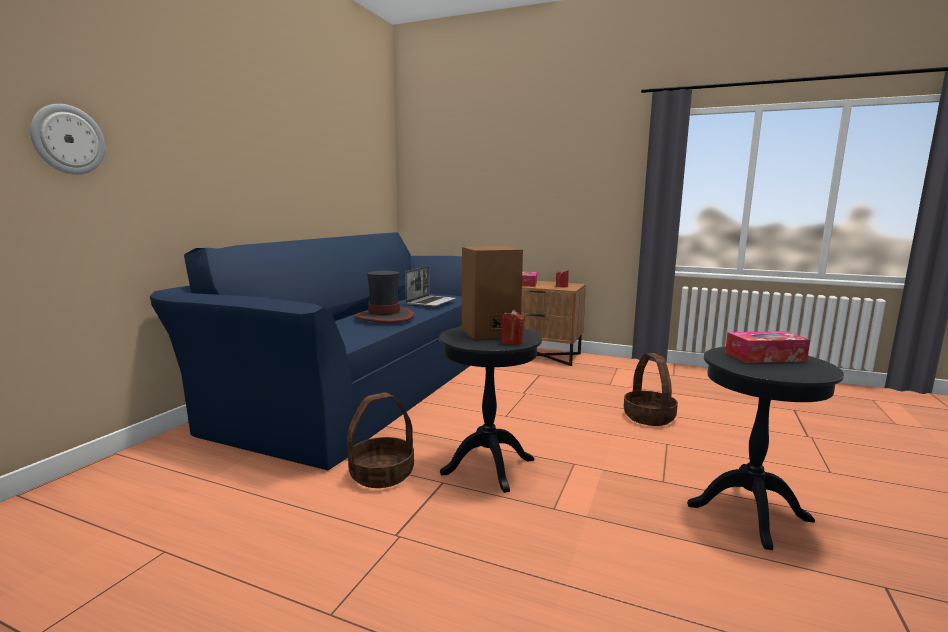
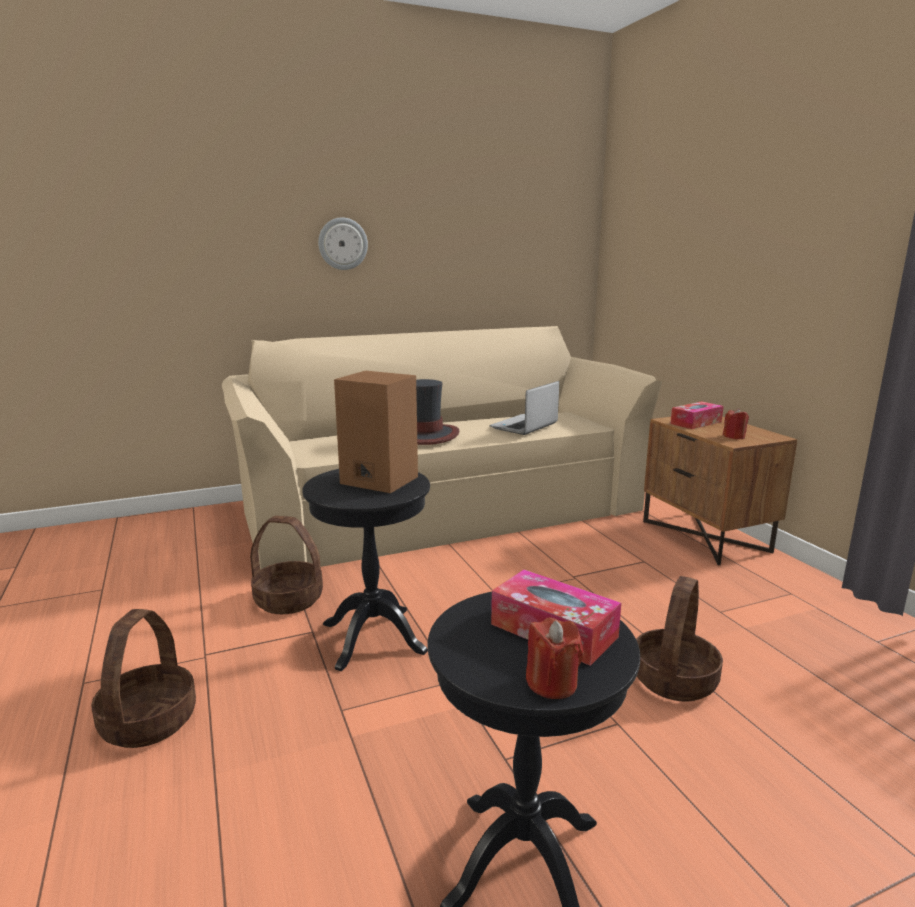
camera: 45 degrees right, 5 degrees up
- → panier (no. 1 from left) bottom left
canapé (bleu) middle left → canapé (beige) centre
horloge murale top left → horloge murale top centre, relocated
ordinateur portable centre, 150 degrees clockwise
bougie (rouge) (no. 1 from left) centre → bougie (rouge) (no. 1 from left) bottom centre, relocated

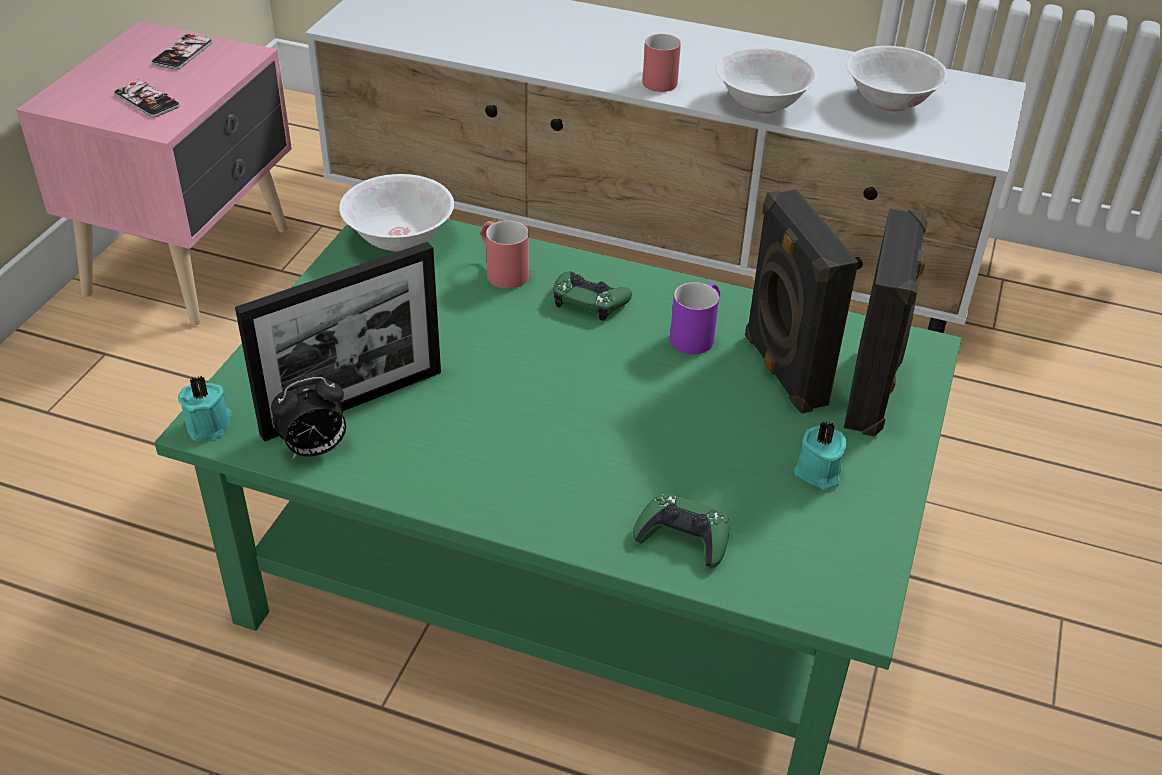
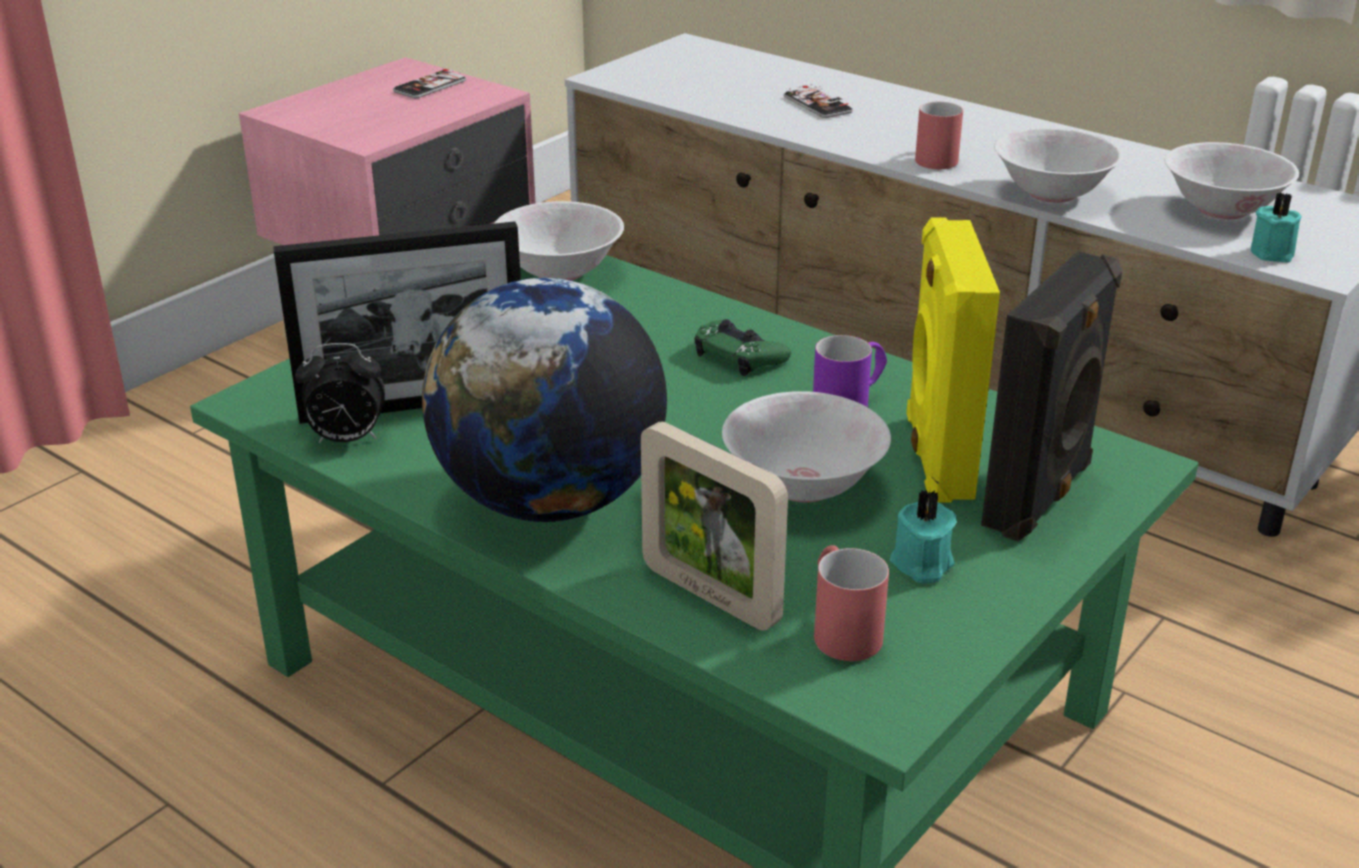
camera: 20 degrees right, 10 degrees down
- → globe centre
manette (vert) (no. 2 from left) bottom centre → cadre photo (no. 2 from left) centre
- → bol (blanc) (no. 2 from left) centre
téléphone (no. 1 from left in the first image) top left → téléphone (no. 2 from left) top centre, relocated
mug (rouge) (no. 1 from left) top centre → mug (rouge) (no. 1 from left) bottom centre, relocated
enceinte (noir) (no. 1 from left) middle right → enceinte (jaune) middle right
bougie (turquoise) (no. 1 from left in the first image) middle left → bougie (turquoise) (no. 2 from left) top right, relocated

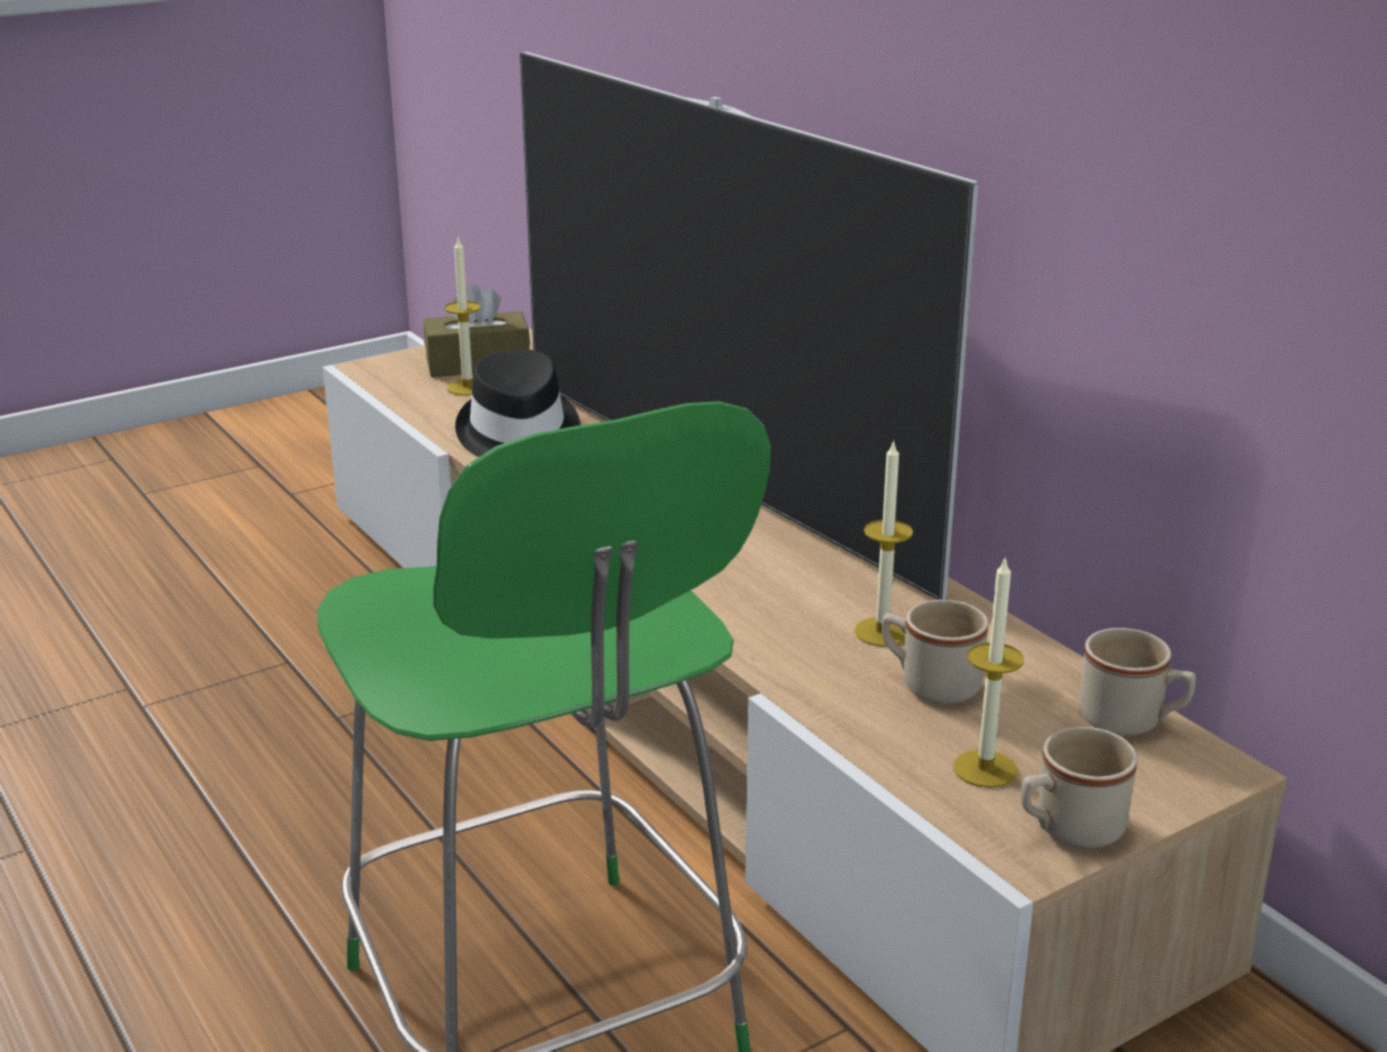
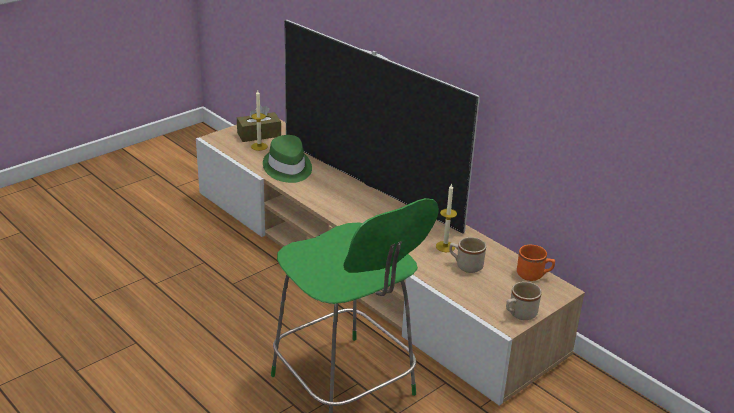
camera: 10 degrees left, 5 degrees up
chapeau (noir) centre → chapeau (vert) centre
mug (beige) (no. 3 from left) middle right → mug (orange) middle right
bougie (no. 3 from left) middle right → -

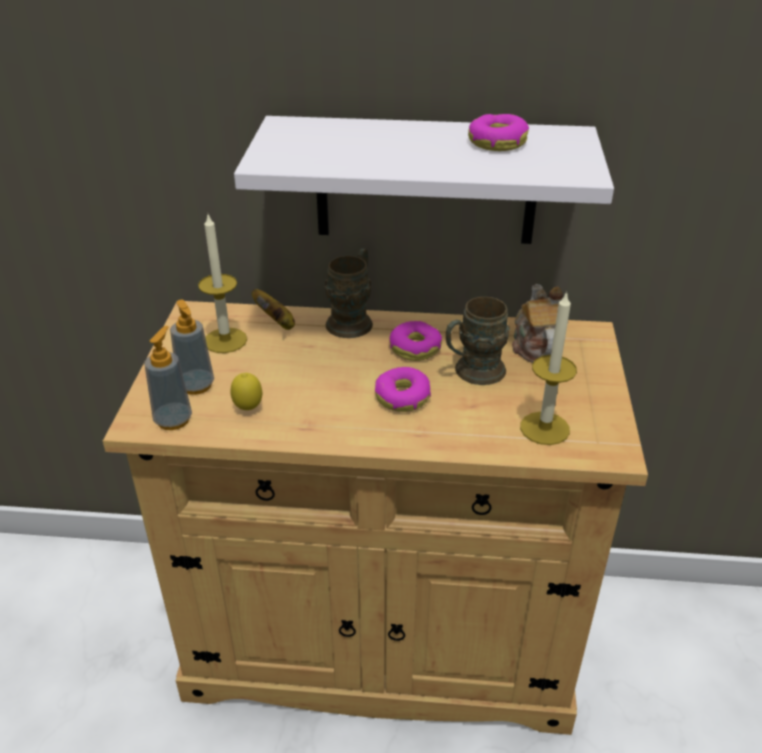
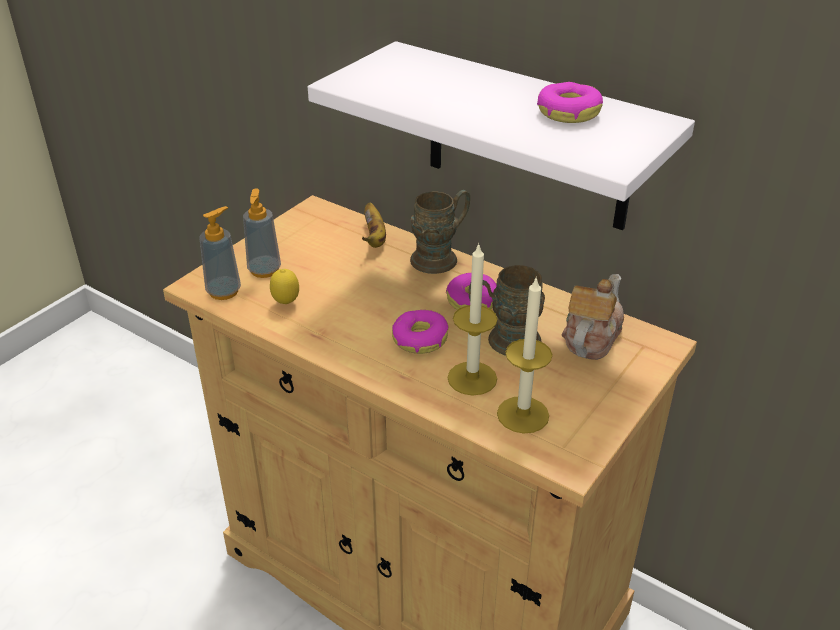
camera: 30 degrees right, 0 degrees up
bougie (no. 1 from left) middle left → bougie (no. 1 from left) centre, relocated

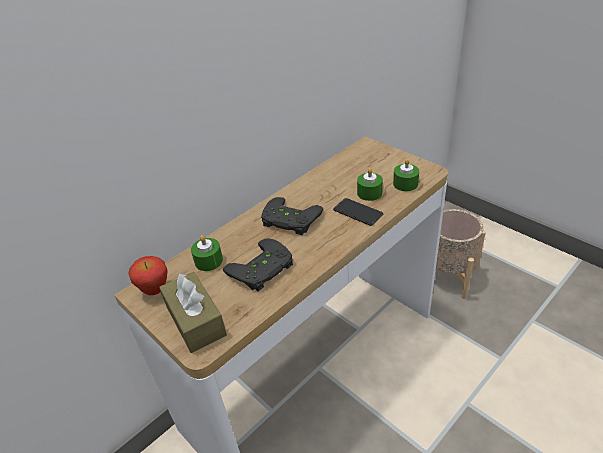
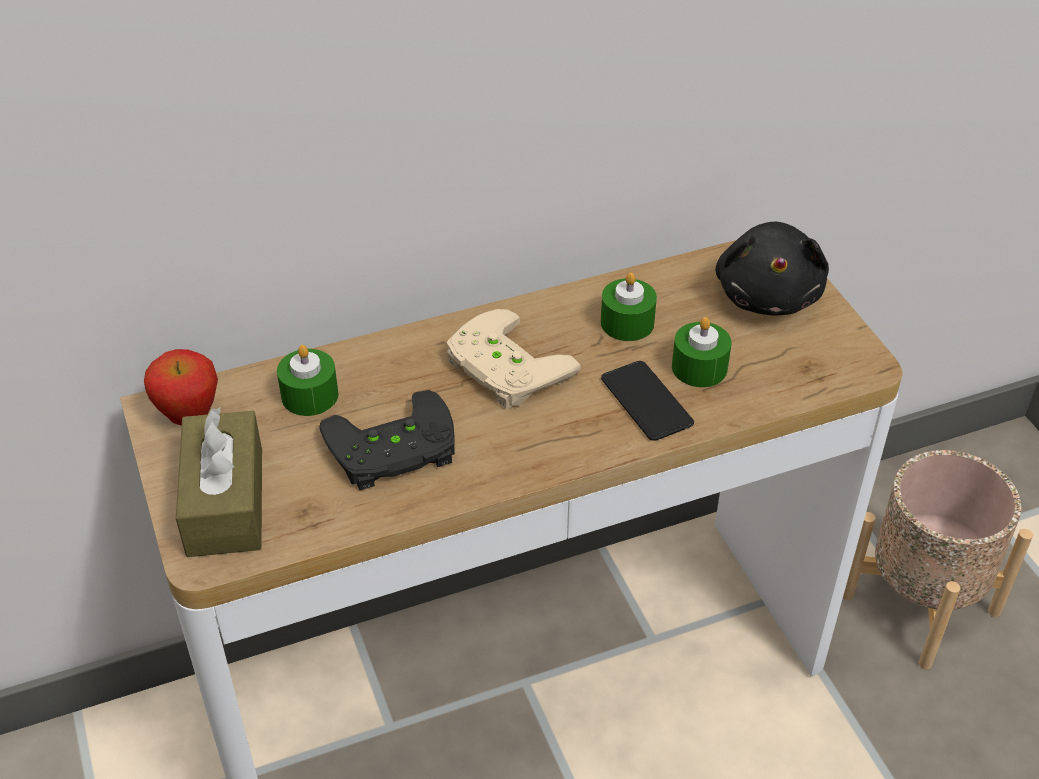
camera: 20 degrees right, 5 degrees up
manette (noir) (no. 2 from left) centre → manette (beige) centre
bougie (vert) (no. 3 from left in the first image) middle right → bougie (vert) (no. 2 from left) centre, relocated
- → peluche (noir) middle right

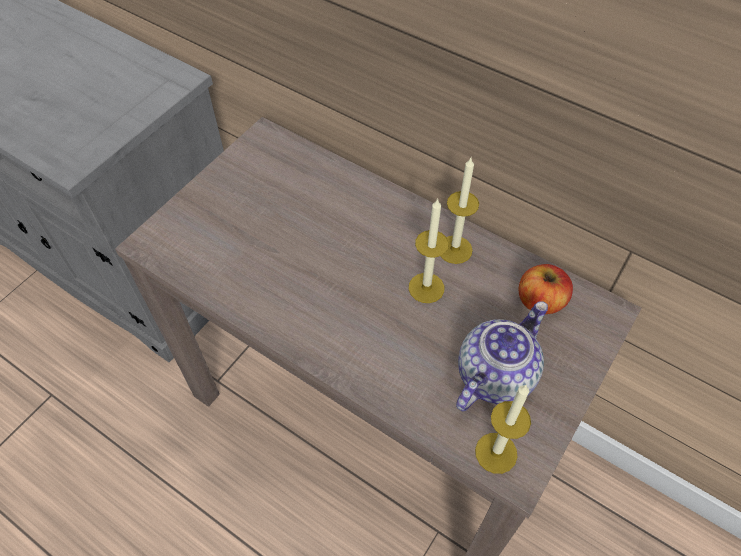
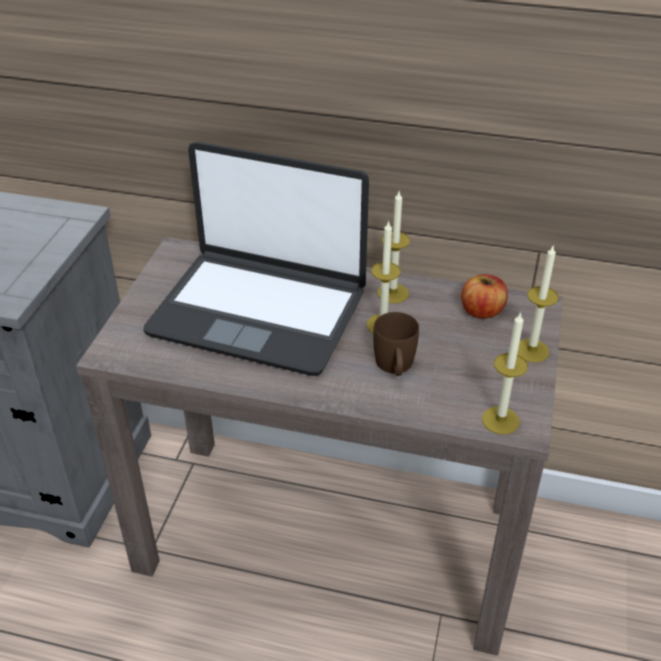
camera: 20 degrees left, 15 degrees down
- → ordinateur portable centre
- → mug (marron) centre
- → bougie (no. 4 from left) middle right
théière middle right → -

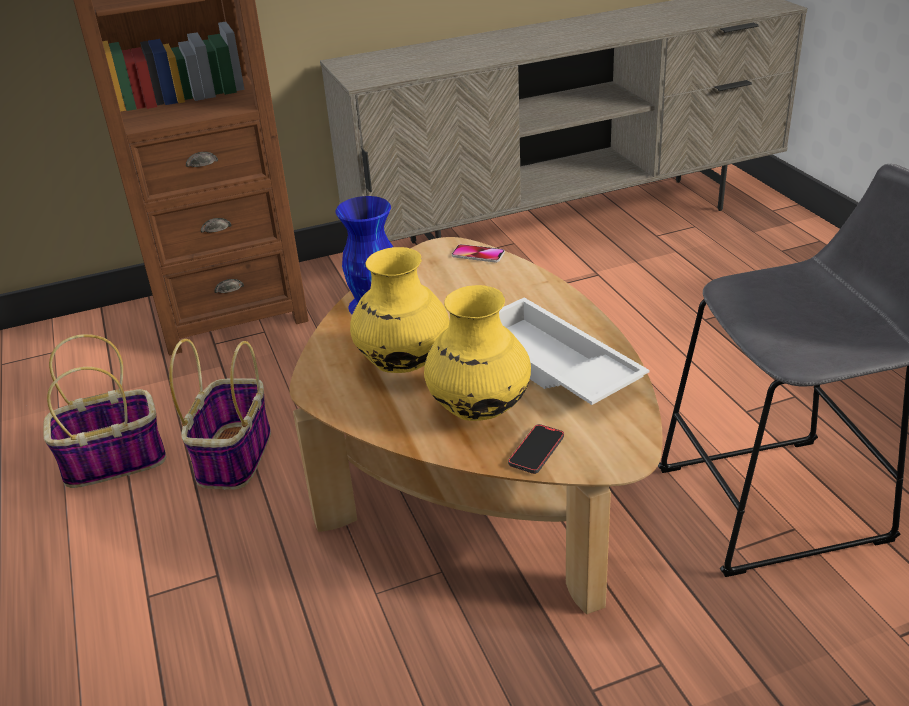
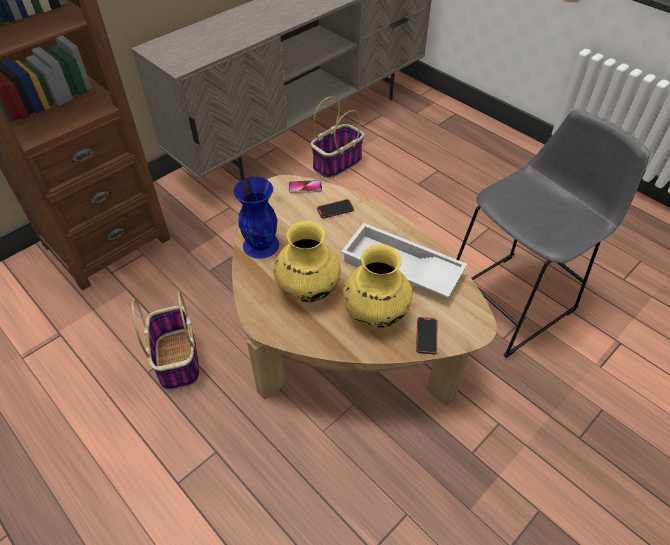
camera: 25 degrees left, 15 degrees up
panier (no. 1 from left in the first image) middle left → panier (no. 2 from left) top centre, relocated
- → téléphone (no. 2 from left) centre

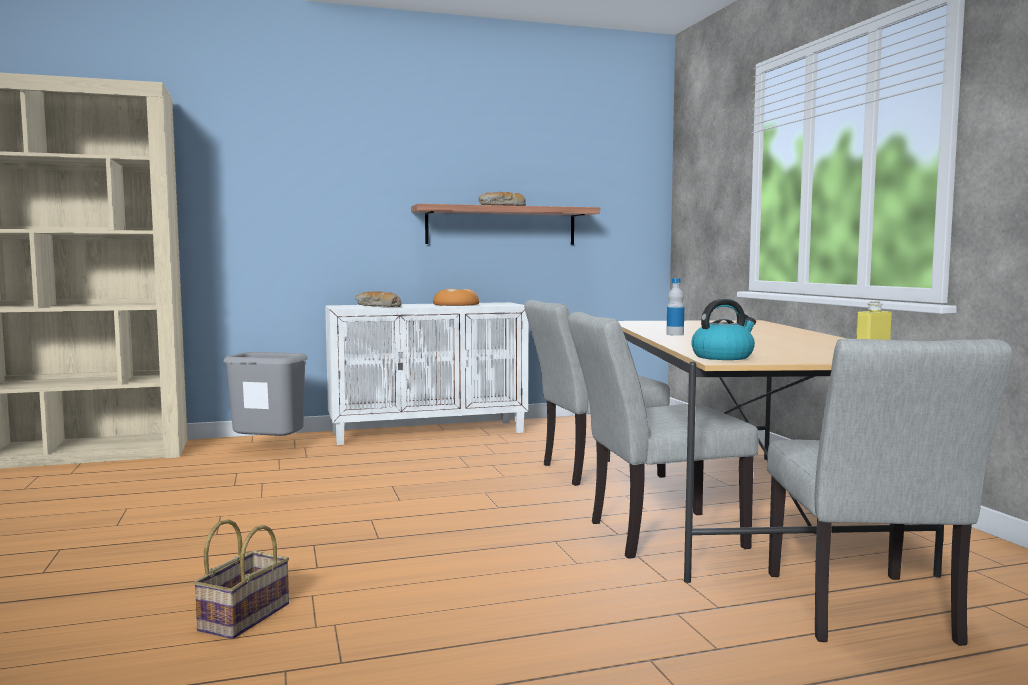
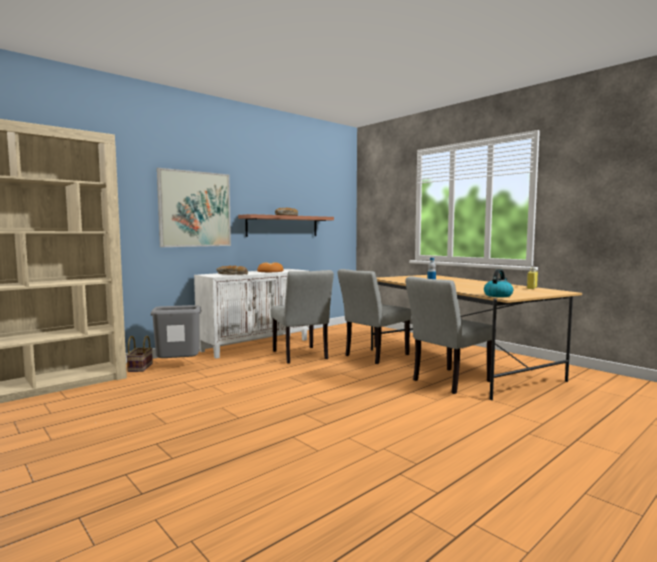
camera: 25 degrees left, 0 degrees up
panier bottom left → panier middle left, relocated
- → tableau middle left
chaise (gris) (no. 3 from left in the first image) bottom right → chaise (gris) (no. 1 from left) centre, relocated

